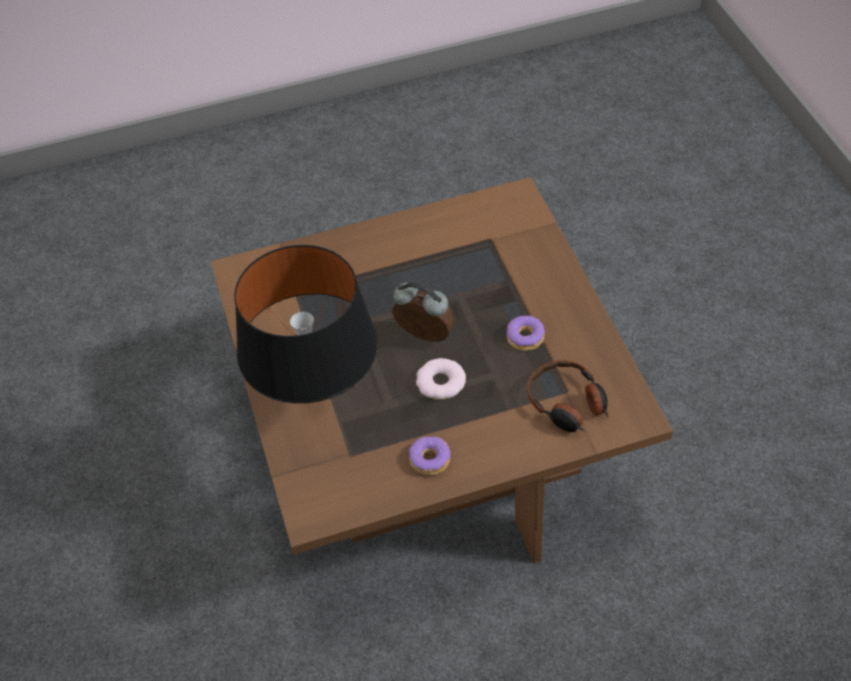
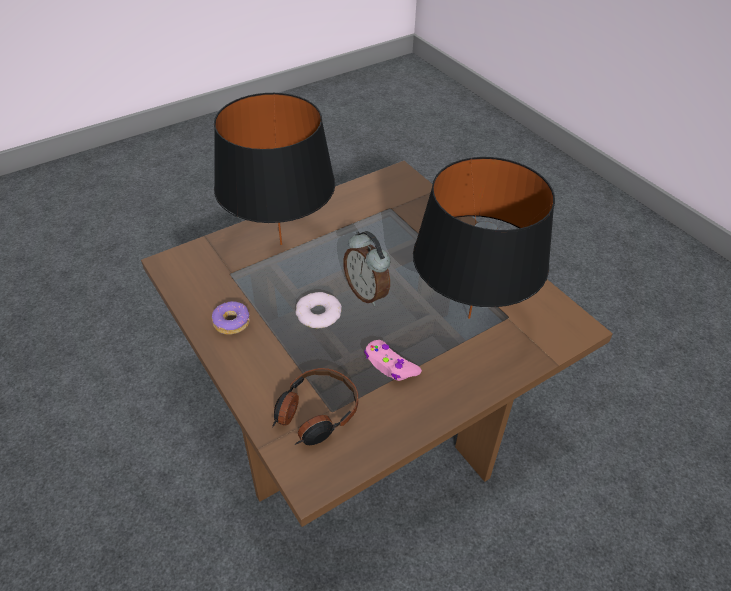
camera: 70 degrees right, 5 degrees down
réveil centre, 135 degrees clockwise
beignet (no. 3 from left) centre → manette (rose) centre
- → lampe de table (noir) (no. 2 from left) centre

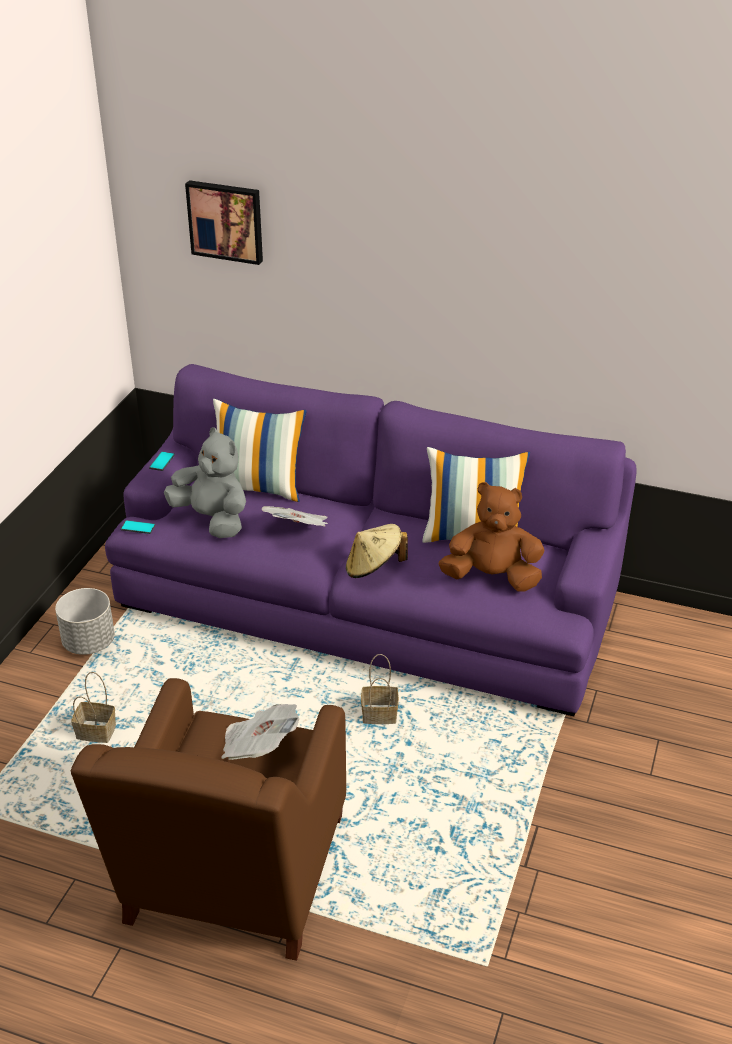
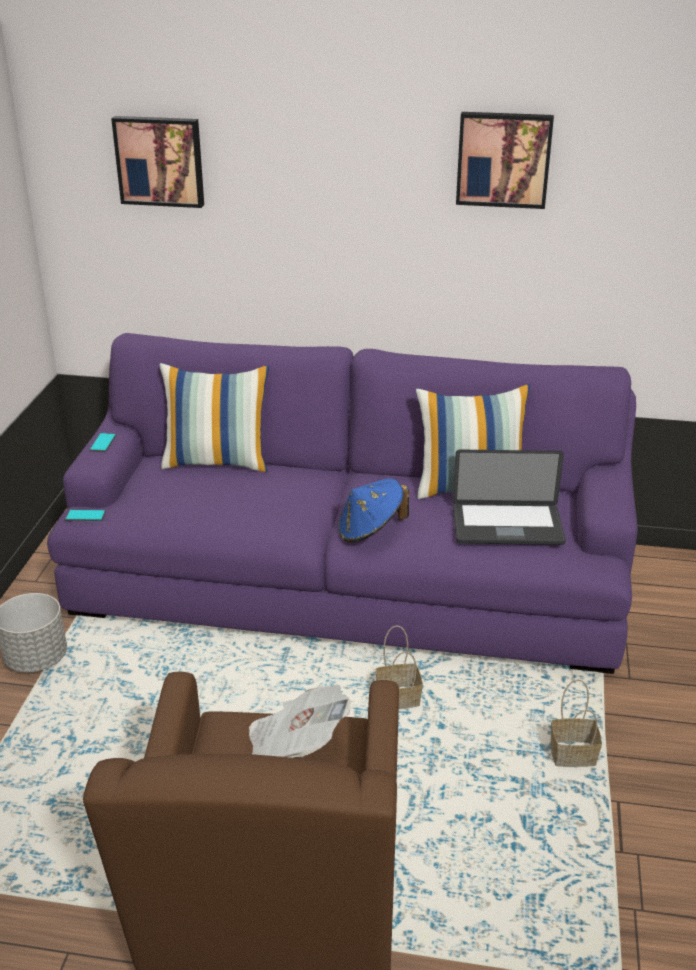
camera: 10 degrees left, 5 degrees down
chapeau (beige) centre → chapeau (bleu) centre
peluche (marron) middle right → ordinateur portable middle right
- → tableau (no. 2 from left) top right
panier (no. 1 from left in the first image) bottom left → panier (no. 2 from left) bottom right, relocated
peluche (gris) middle left → -
journal (no. 2 from left) centre → -

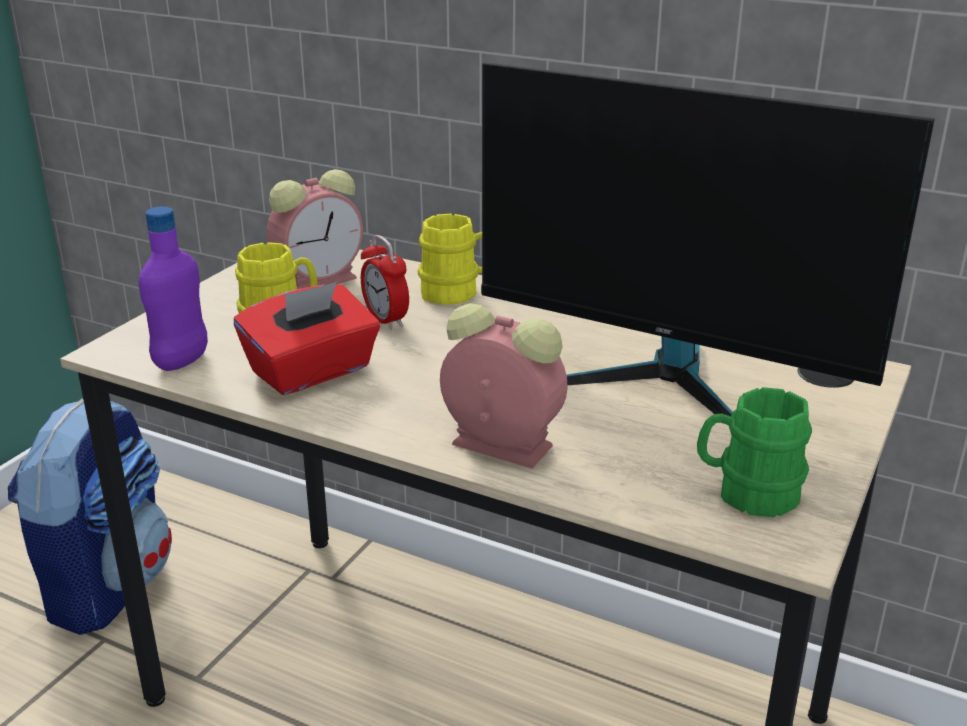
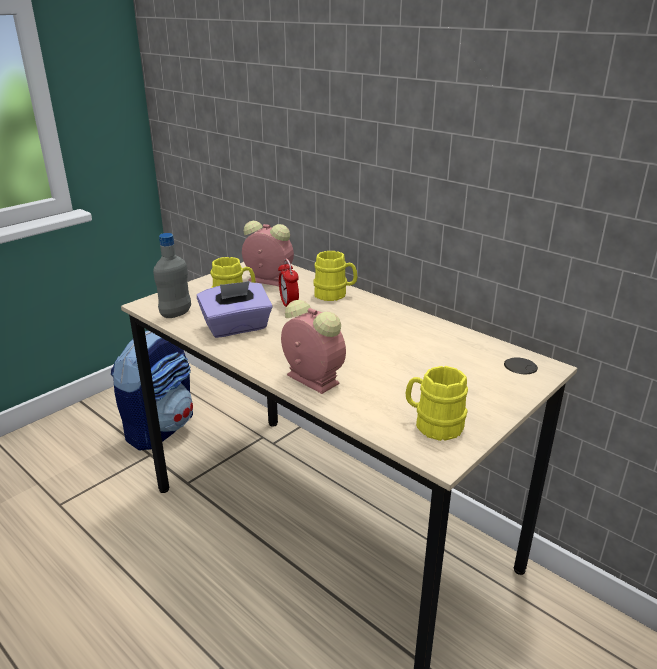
camera: 15 degrees right, 0 degrees up
bouteille (violet) middle left → bouteille (gris) middle left
boîte à mouchoirs (rouge) middle left → boîte à mouchoirs (violet) centre
réveil (no. 1 from left) top left → réveil (no. 1 from left) centre, 135 degrees counterclockwise
mug (vert) middle right → mug (jaune) (no. 3 from left) centre
écran d'ordinateur top right → -

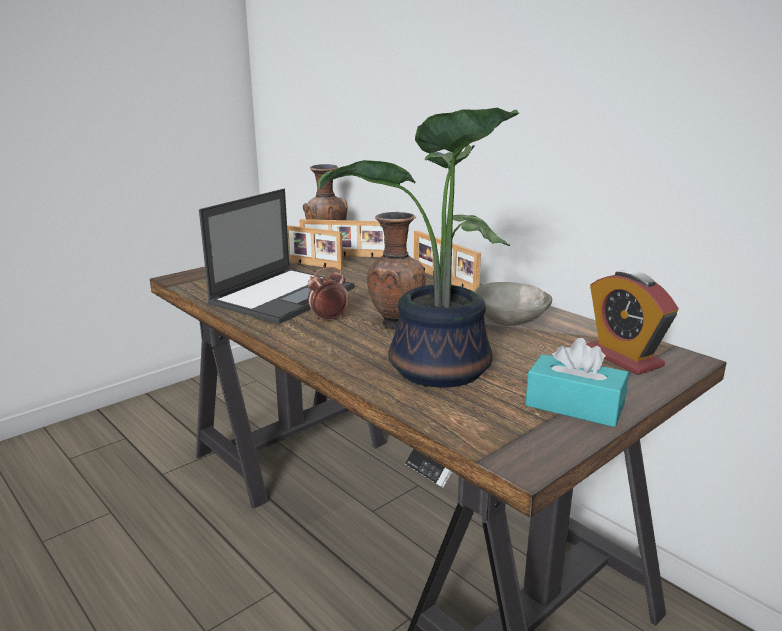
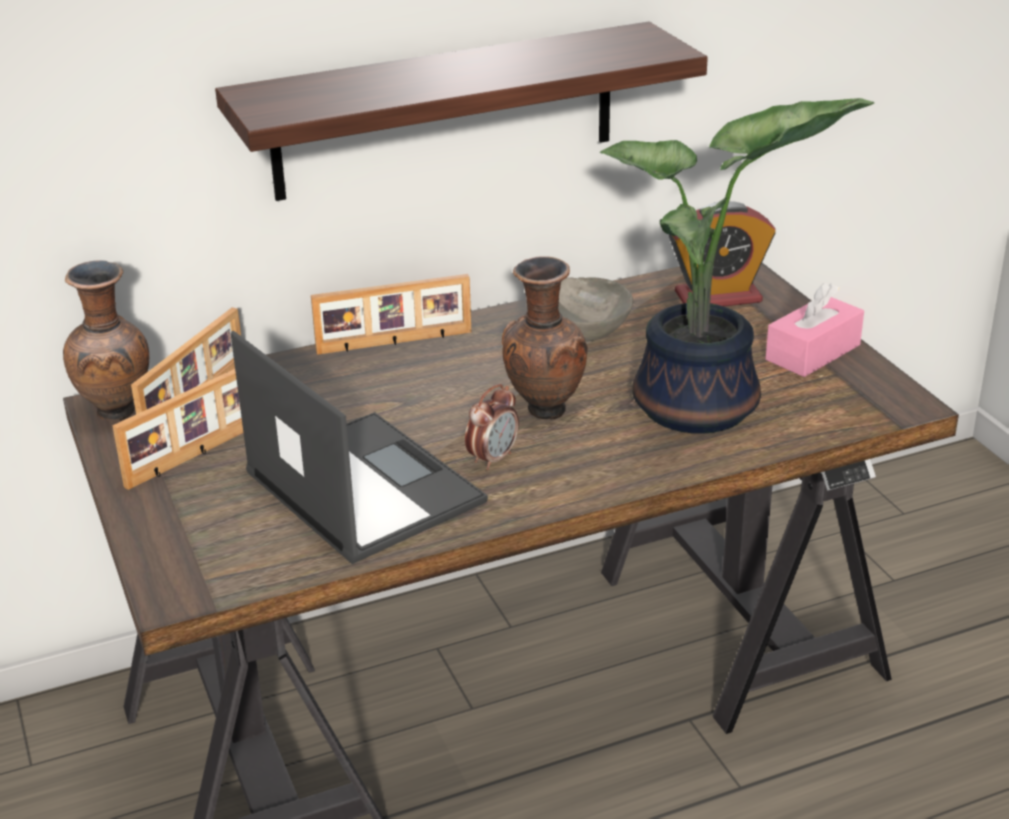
camera: 70 degrees left, 10 degrees up
- → étagère top centre
réveil (no. 1 from left) centre, 135 degrees counterclockwise
boîte à mouchoirs (turquoise) middle right → boîte à mouchoirs (rose) middle right

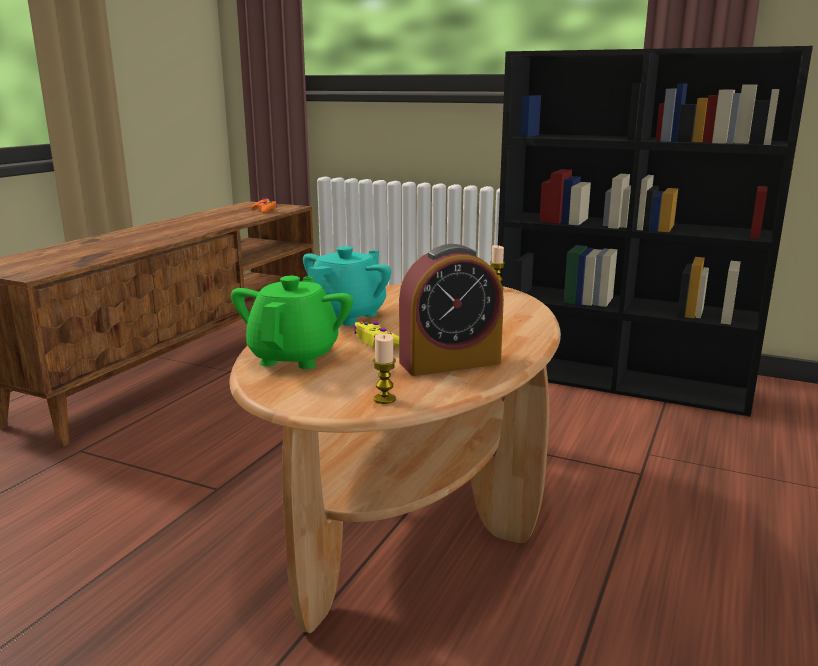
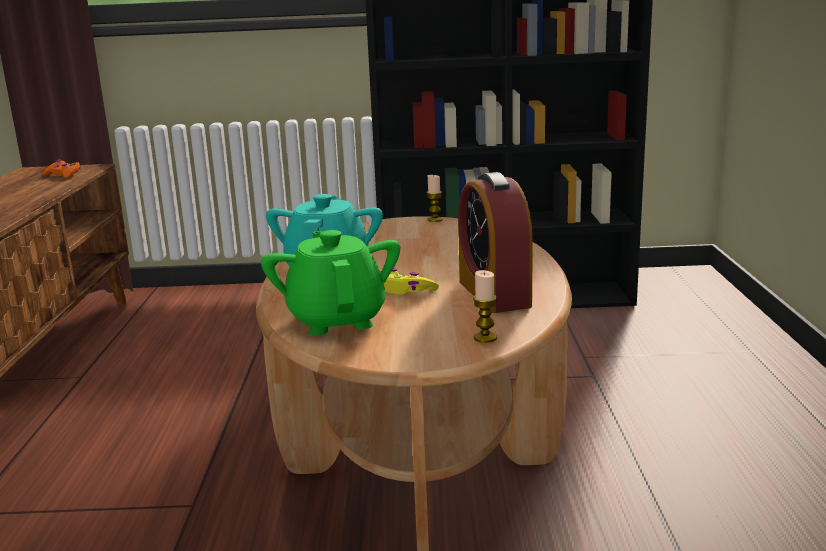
camera: 25 degrees left, 0 degrees up
réveil centre, 120 degrees clockwise

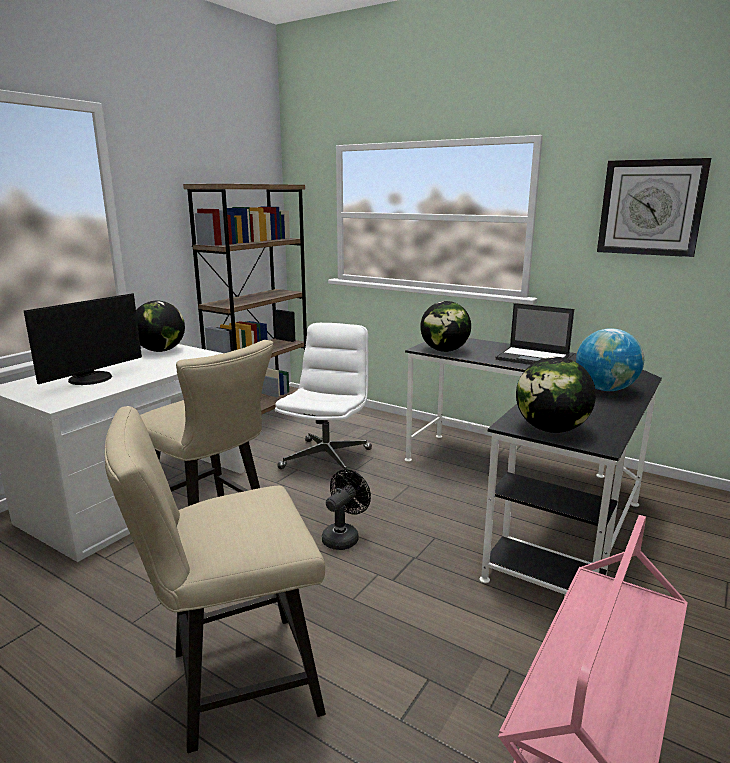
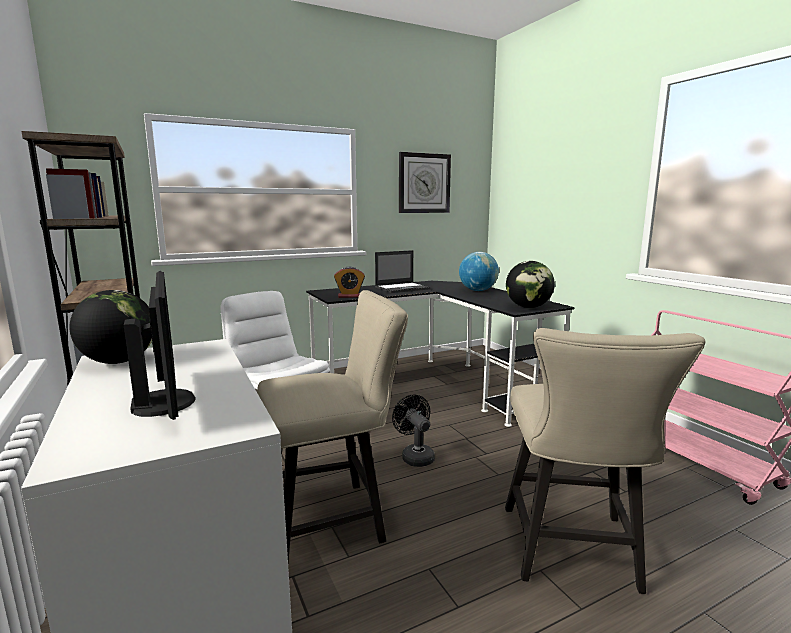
camera: 60 degrees left, 5 degrees down
globe (no. 2 from left) centre → réveil centre

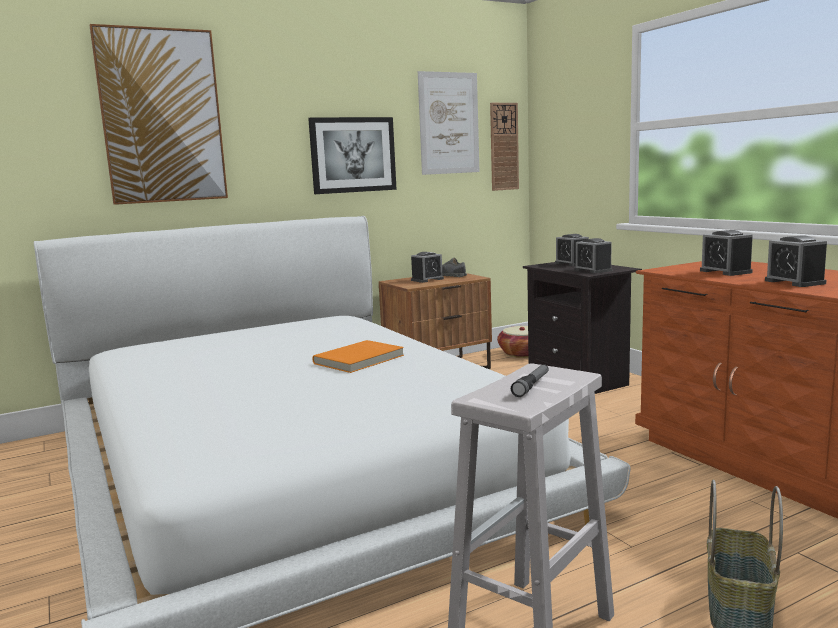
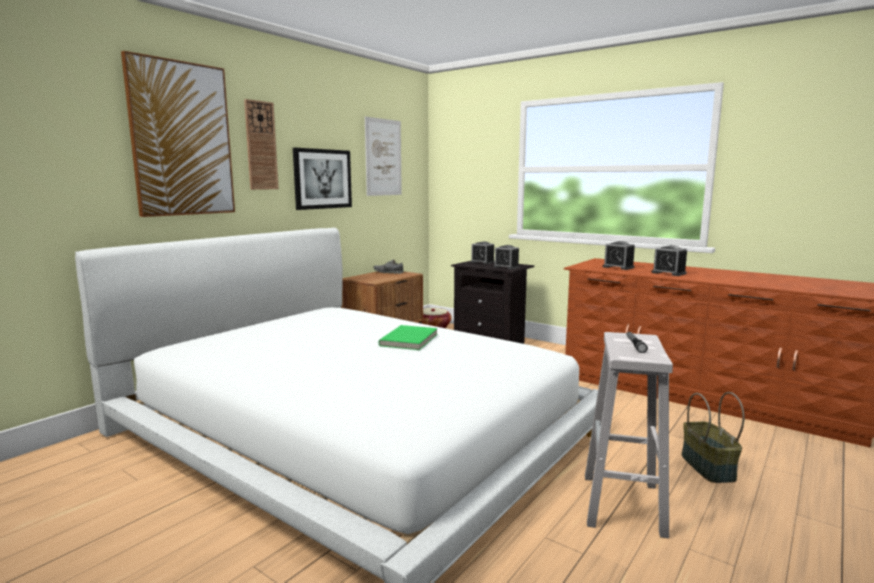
camera: 25 degrees left, 0 degrees up
horloge murale top centre → horloge murale top left, relocated
livre (orange) centre → livre (vert) centre
réveil (no. 1 from left) centre → -

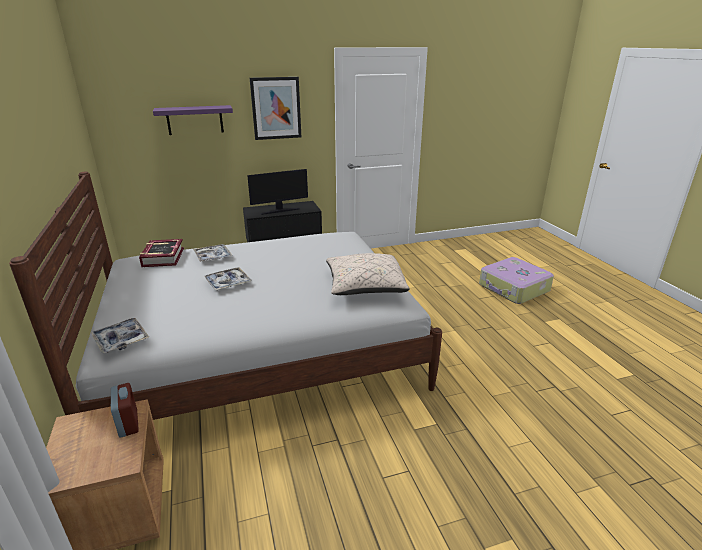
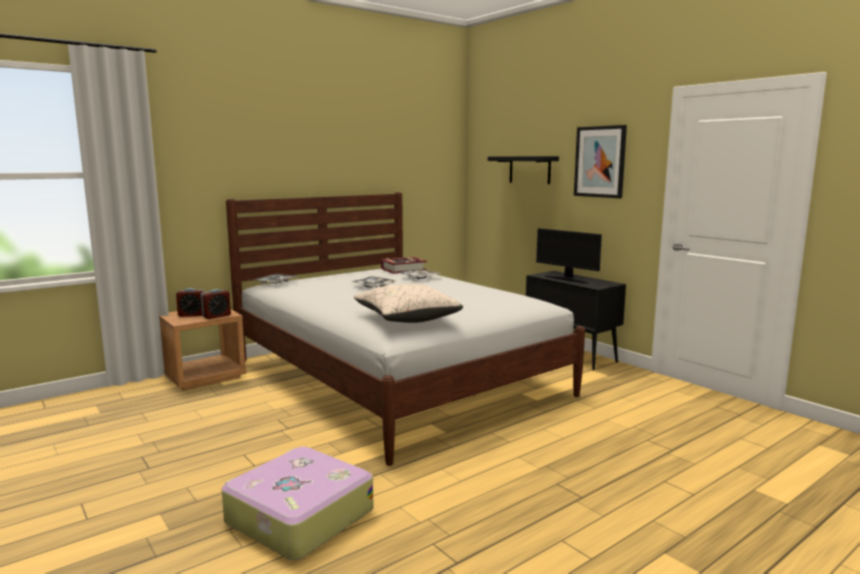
camera: 70 degrees right, 15 degrees down
- → réveil (no. 1 from left) middle left
valise middle right → valise bottom centre, relocated
étagère (violet) top left → étagère (noir) top centre

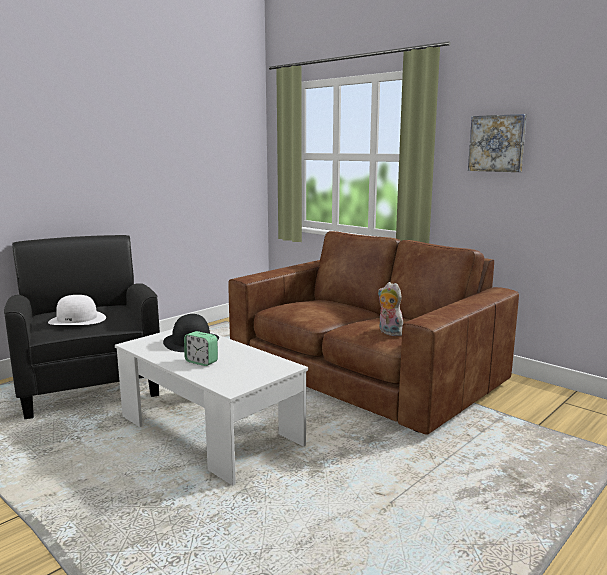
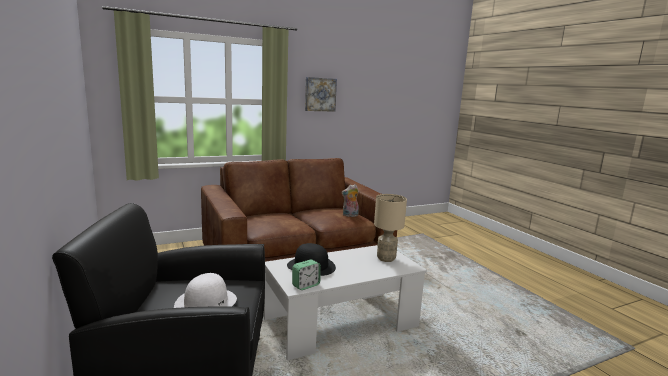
camera: 70 degrees left, 0 degrees up
réveil middle left → réveil bottom centre, relocated
- → lampe de table (beige) centre

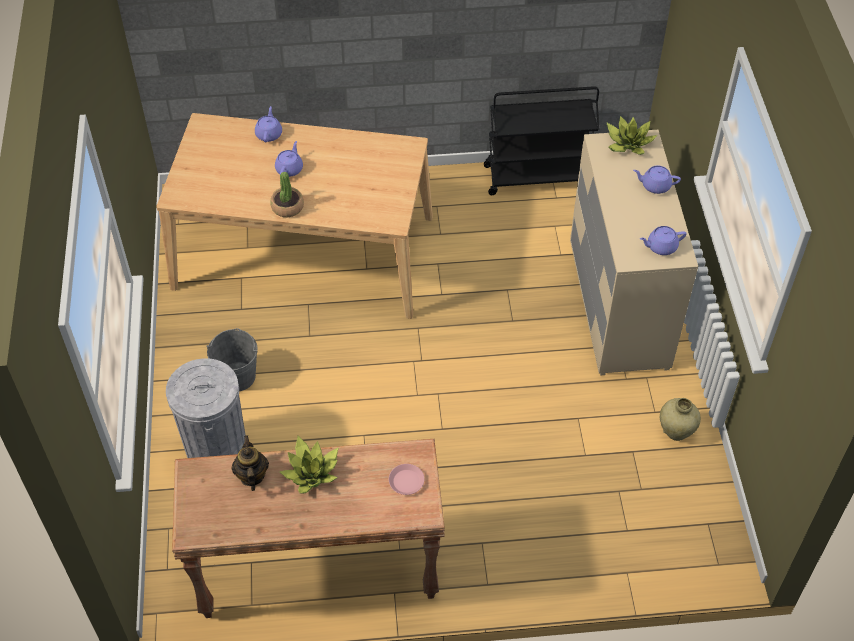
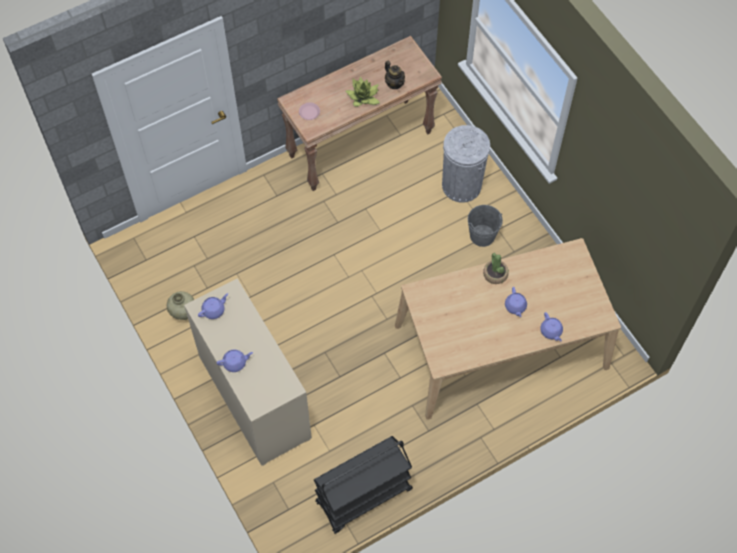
camera: 155 degrees right, 10 degrees up
plante en pot (no. 3 from left) top right → -

